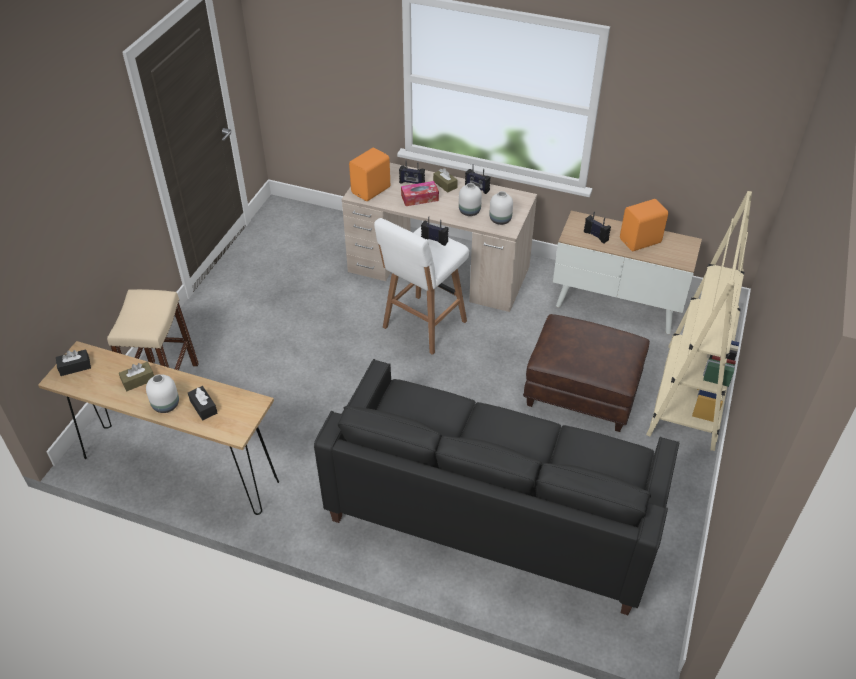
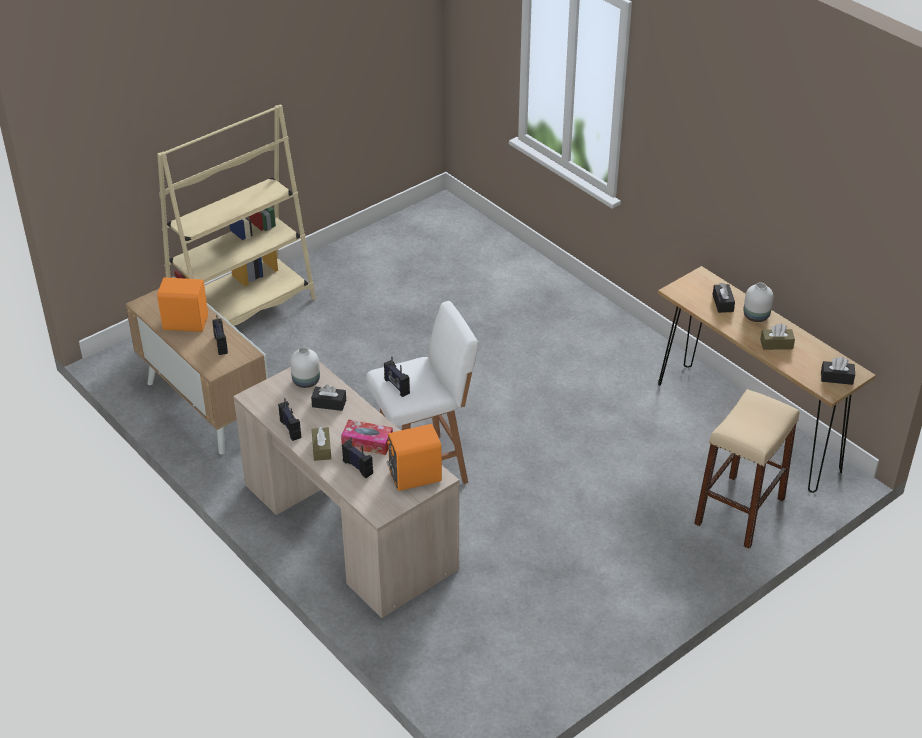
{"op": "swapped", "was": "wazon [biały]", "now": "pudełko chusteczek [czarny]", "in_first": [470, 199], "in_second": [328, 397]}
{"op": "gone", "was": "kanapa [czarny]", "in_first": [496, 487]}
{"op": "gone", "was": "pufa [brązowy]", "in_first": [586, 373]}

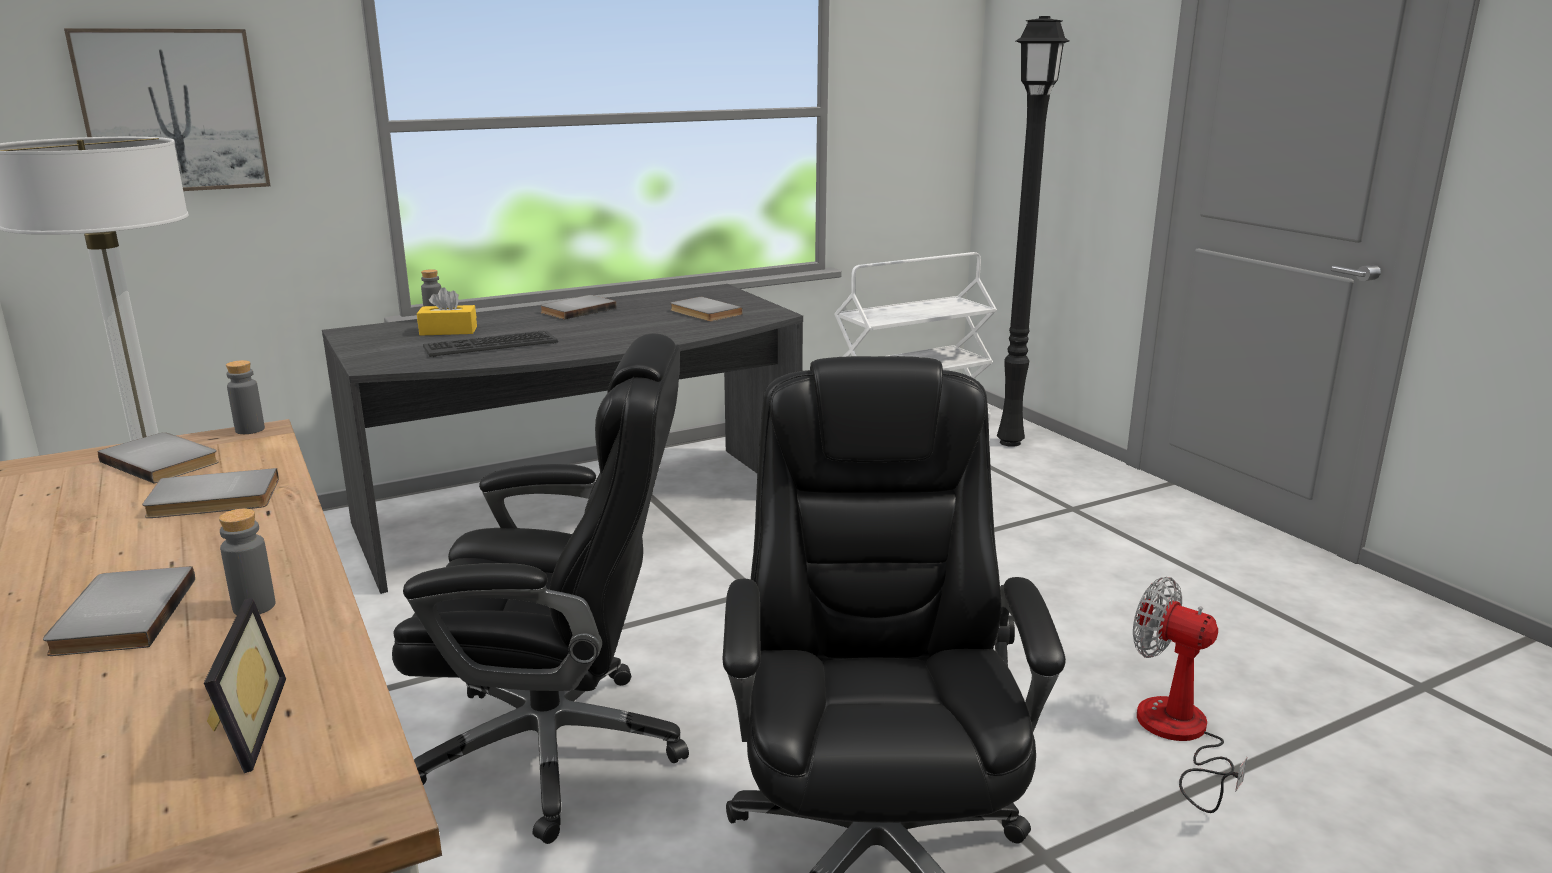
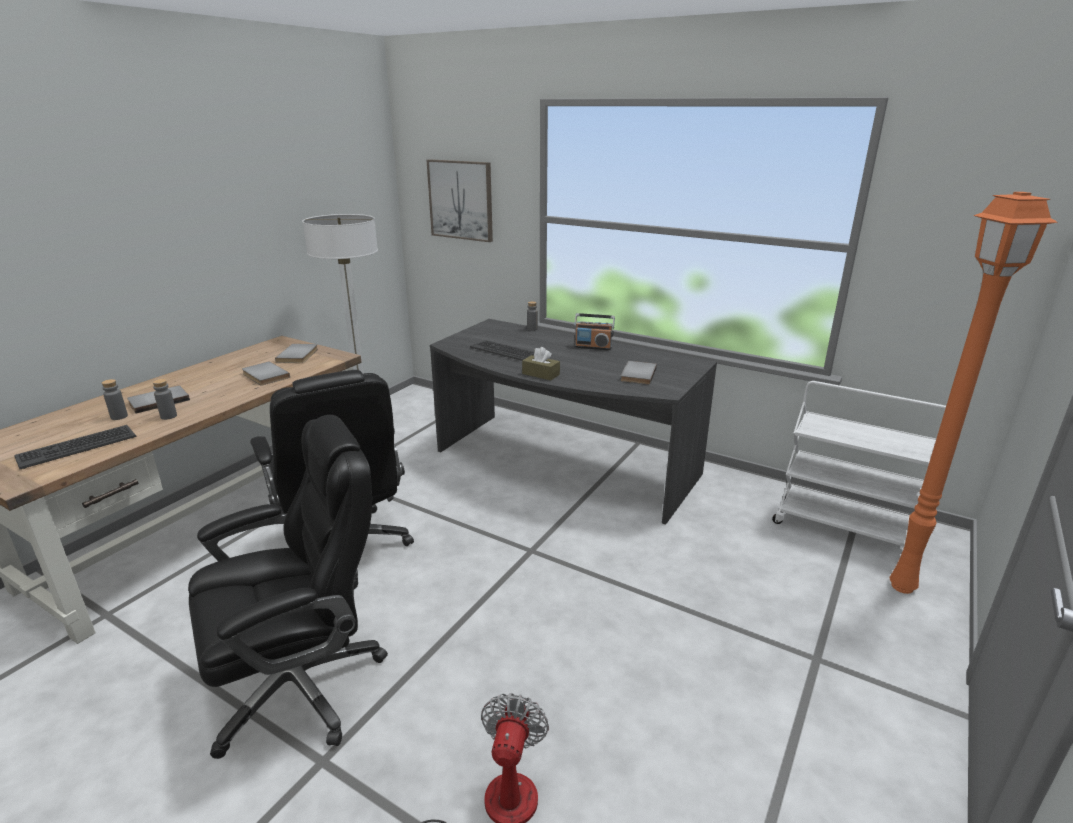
{"op": "swapped", "was": "ramka na zdjęcie", "now": "klawiatura", "in_first": [245, 685], "in_second": [75, 447]}
{"op": "shifted", "was": "butelka [szary]", "in_first": [245, 397], "in_second": [115, 399]}
{"op": "new", "now": "pudełko chusteczek [brązowy]", "in_second": [541, 363]}
{"op": "swapped", "was": "książka [szary]", "now": "radio", "in_first": [578, 307], "in_second": [594, 331]}
{"op": "repainted", "was": "lampa stojąca [czarny]", "now": "lampa stojąca [pomarańczowy]", "in_first": [1033, 231], "in_second": [973, 393]}
{"op": "gone", "was": "pudełko chusteczek [żółty]", "in_first": [447, 311]}

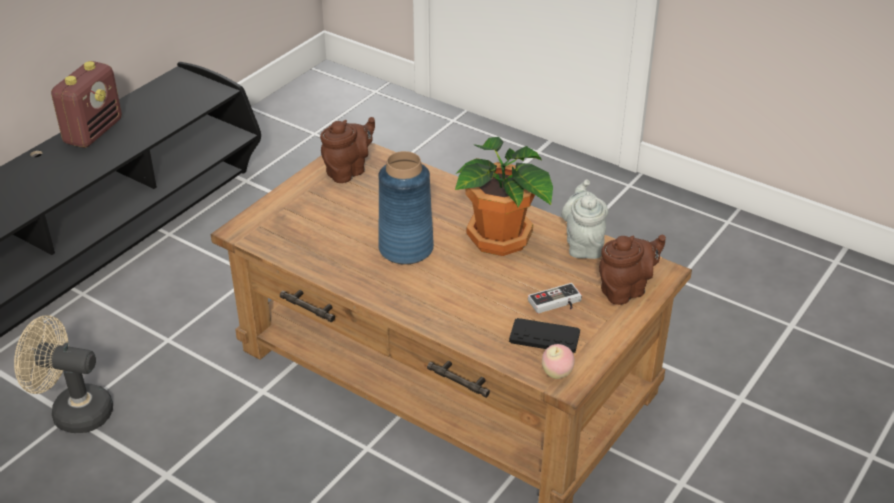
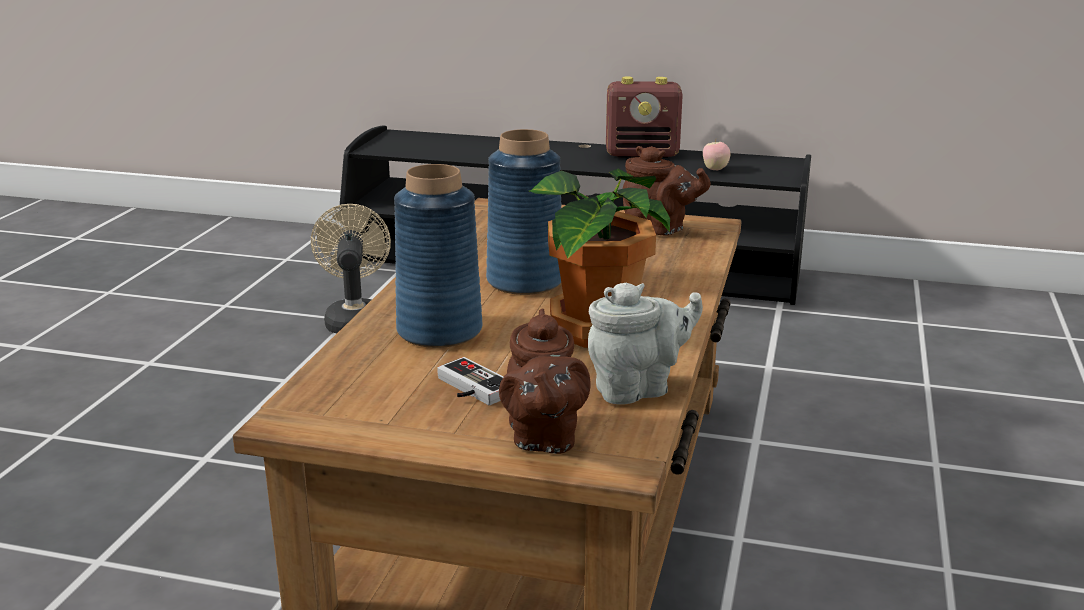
{"op": "new", "now": "wazon [niebieski]", "in_second": [438, 256]}
{"op": "rotated", "was": "imbryk [brązowy]", "in_first": [632, 270], "in_second": [545, 381], "clockwise": 45}
{"op": "shifted", "was": "jabłko", "in_first": [558, 361], "in_second": [717, 155]}
{"op": "gone", "was": "pad do gier [czarny]", "in_first": [544, 335]}

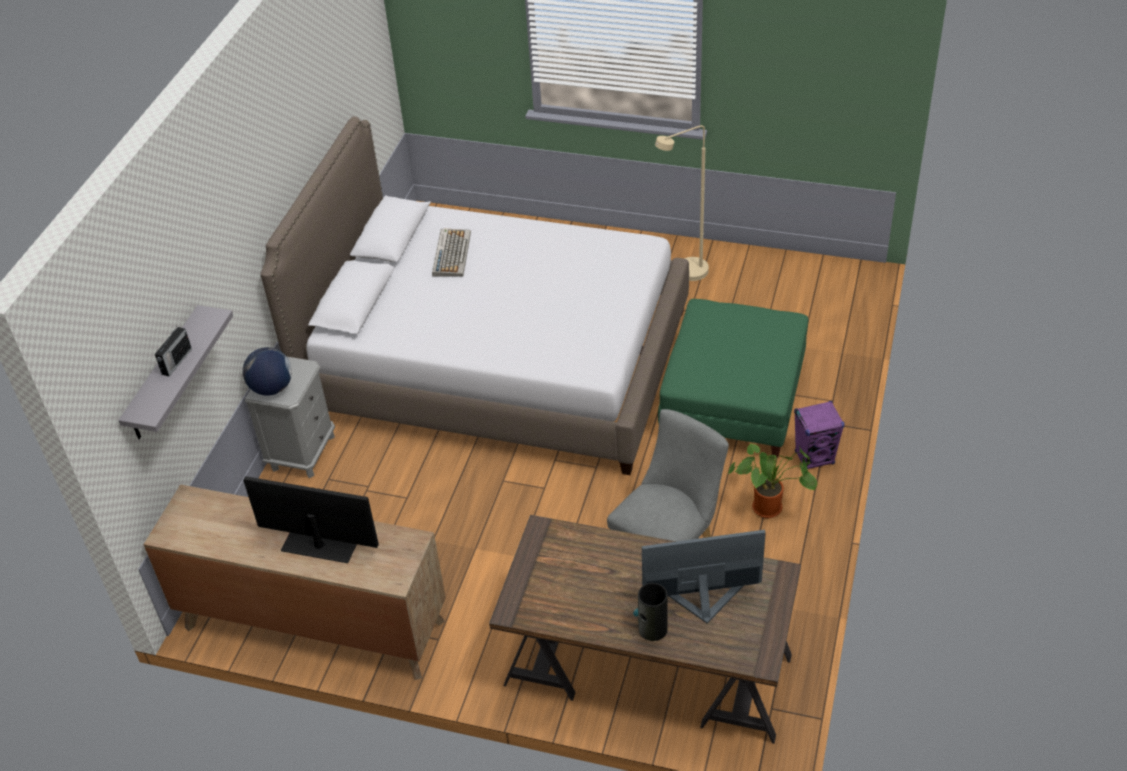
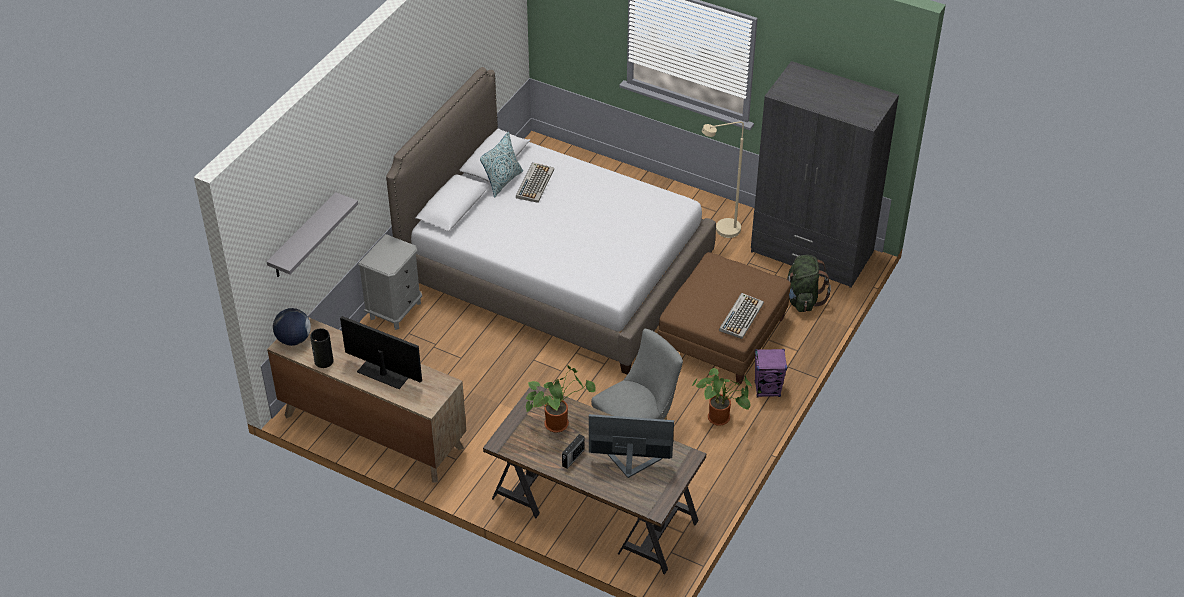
{"op": "shifted", "was": "globus", "in_first": [267, 371], "in_second": [292, 327]}
{"op": "shifted", "was": "wazon", "in_first": [650, 612], "in_second": [322, 348]}
{"op": "new", "now": "poduszka", "in_second": [501, 165]}
{"op": "new", "now": "roślina doniczkowa", "in_second": [560, 399]}
{"op": "shifted", "was": "radio", "in_first": [173, 352], "in_second": [573, 451]}
{"op": "repainted", "was": "pufa [zielony]", "now": "pufa [brązowy]", "in_first": [733, 378], "in_second": [724, 318]}
{"op": "new", "now": "klawiatura", "in_second": [741, 316]}
{"op": "new", "now": "szafa [szary]", "in_second": [825, 174]}
{"op": "new", "now": "plecak [zielony]", "in_second": [809, 283]}

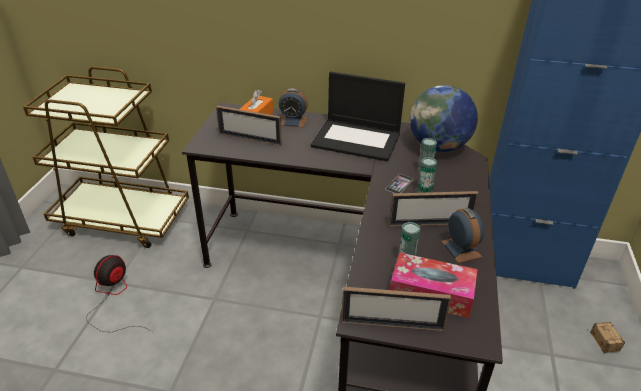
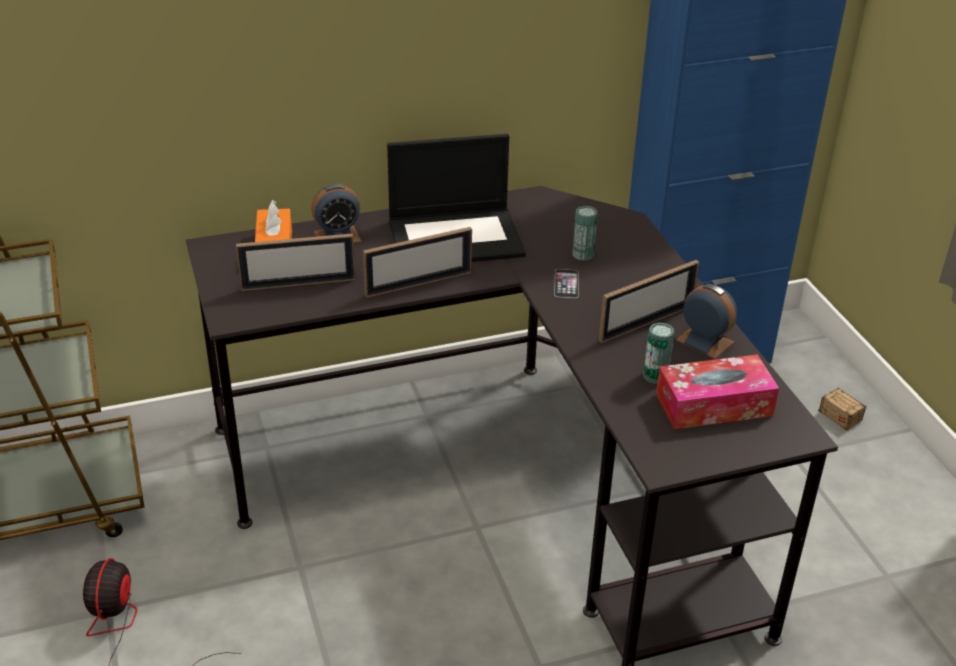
{"op": "shifted", "was": "ramka na zdjęcie", "in_first": [396, 309], "in_second": [417, 262]}
{"op": "gone", "was": "globus", "in_first": [444, 118]}
{"op": "gone", "was": "puszka", "in_first": [427, 175]}

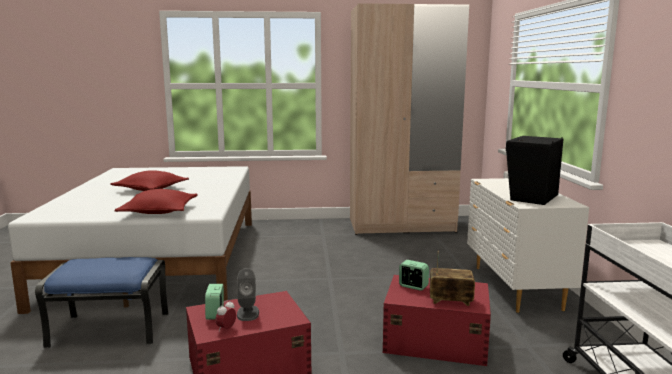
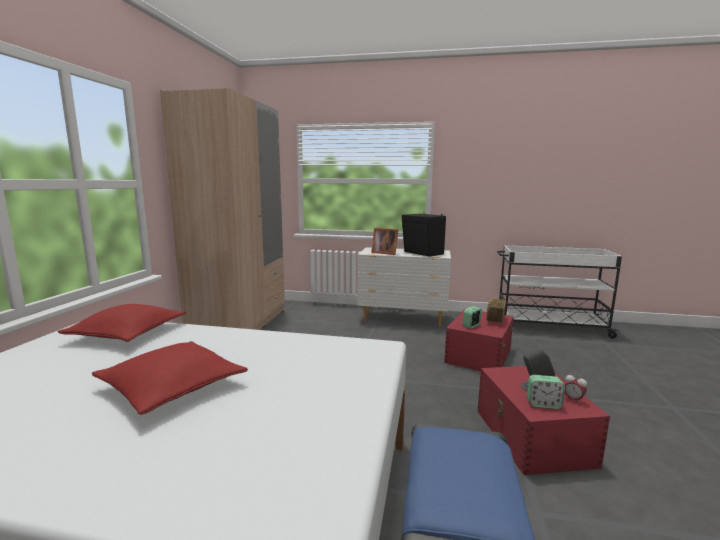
{"op": "shifted", "was": "poduszka [czerwony]", "in_first": [156, 201], "in_second": [122, 323]}
{"op": "new", "now": "ramka na zdjęcie", "in_second": [384, 241]}

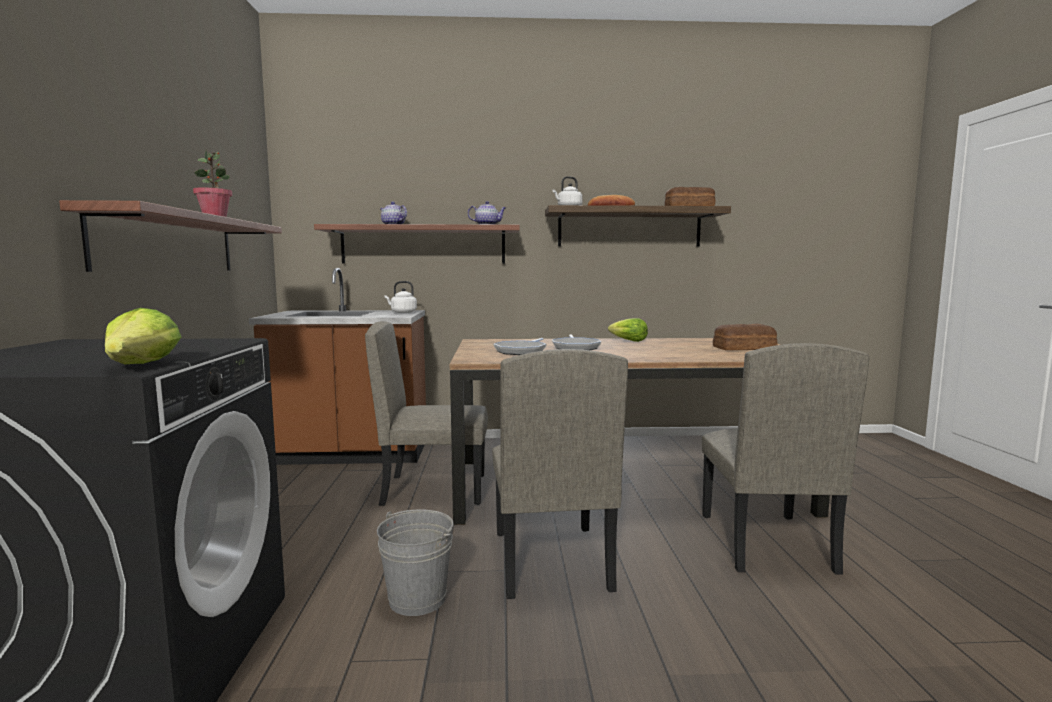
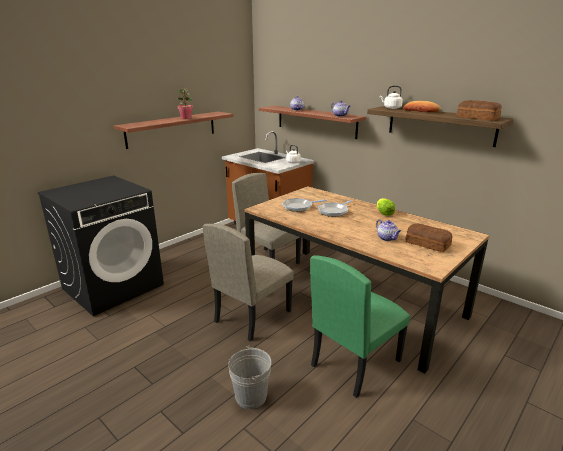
{"op": "shifted", "was": "wiadro [szary]", "in_first": [415, 562], "in_second": [250, 377]}
{"op": "repainted", "was": "krzesło [beżowy]", "now": "krzesło [zielony]", "in_first": [786, 459], "in_second": [360, 326]}
{"op": "new", "now": "imbryk", "in_second": [388, 230]}
{"op": "gone", "was": "sałata", "in_first": [143, 336]}

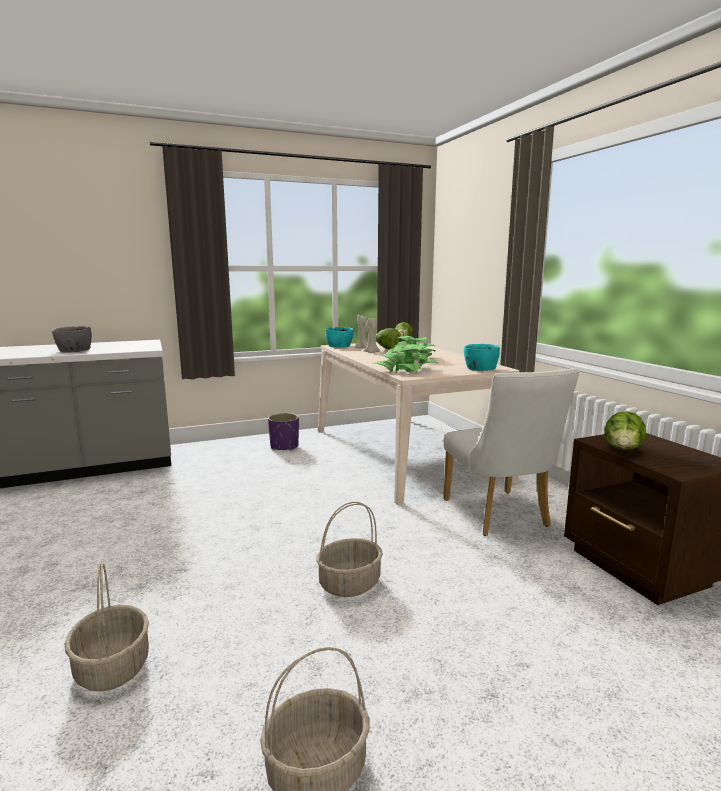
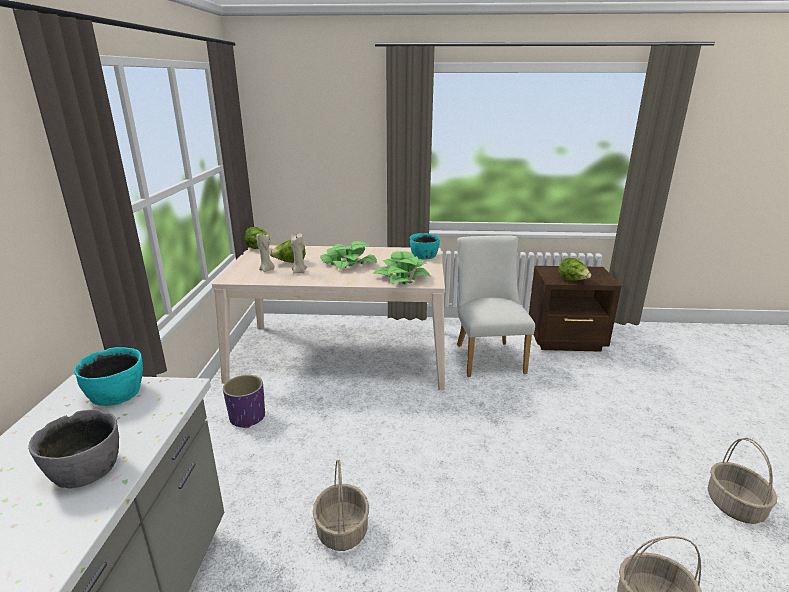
{"op": "shifted", "was": "miska [turkusowy]", "in_first": [339, 337], "in_second": [108, 376]}
{"op": "shifted", "was": "koszyk", "in_first": [349, 549], "in_second": [341, 505]}
{"op": "rotated", "was": "krzesło [biały]", "in_first": [511, 452], "in_second": [496, 306], "clockwise": -105}

